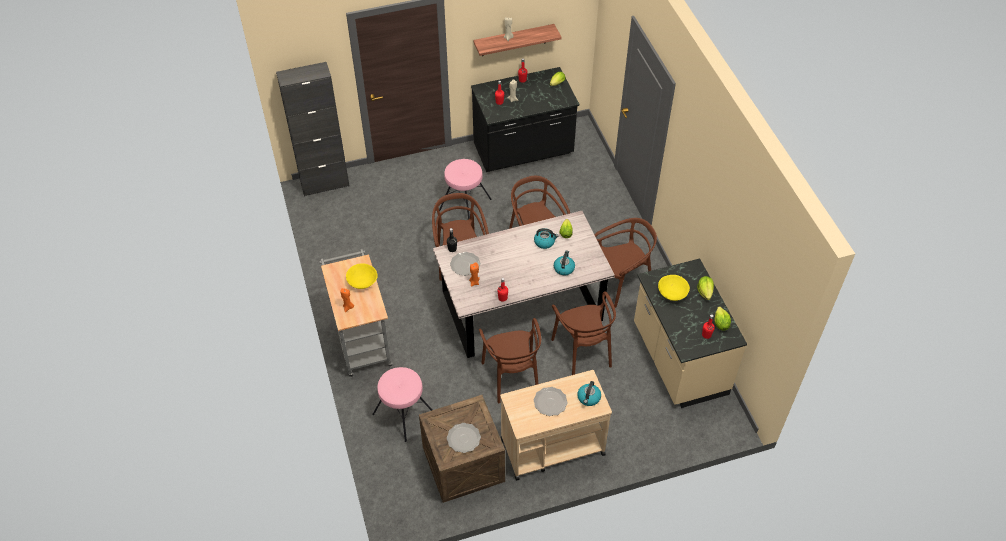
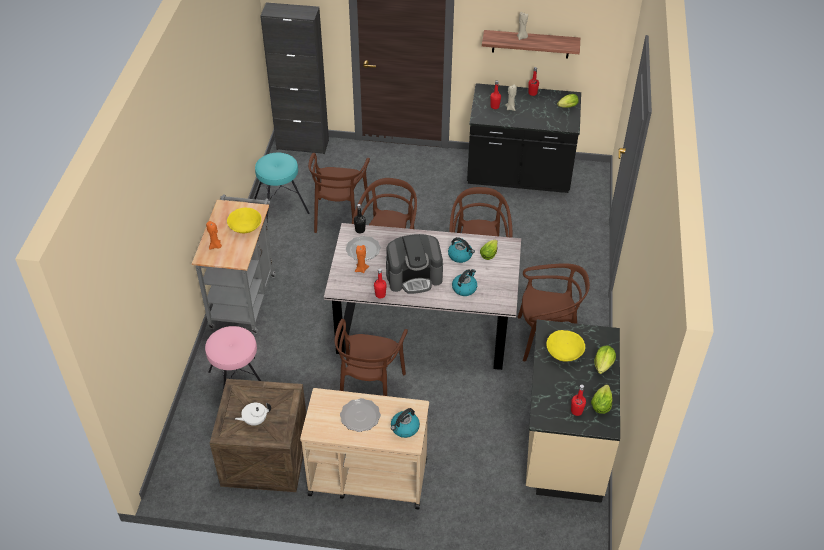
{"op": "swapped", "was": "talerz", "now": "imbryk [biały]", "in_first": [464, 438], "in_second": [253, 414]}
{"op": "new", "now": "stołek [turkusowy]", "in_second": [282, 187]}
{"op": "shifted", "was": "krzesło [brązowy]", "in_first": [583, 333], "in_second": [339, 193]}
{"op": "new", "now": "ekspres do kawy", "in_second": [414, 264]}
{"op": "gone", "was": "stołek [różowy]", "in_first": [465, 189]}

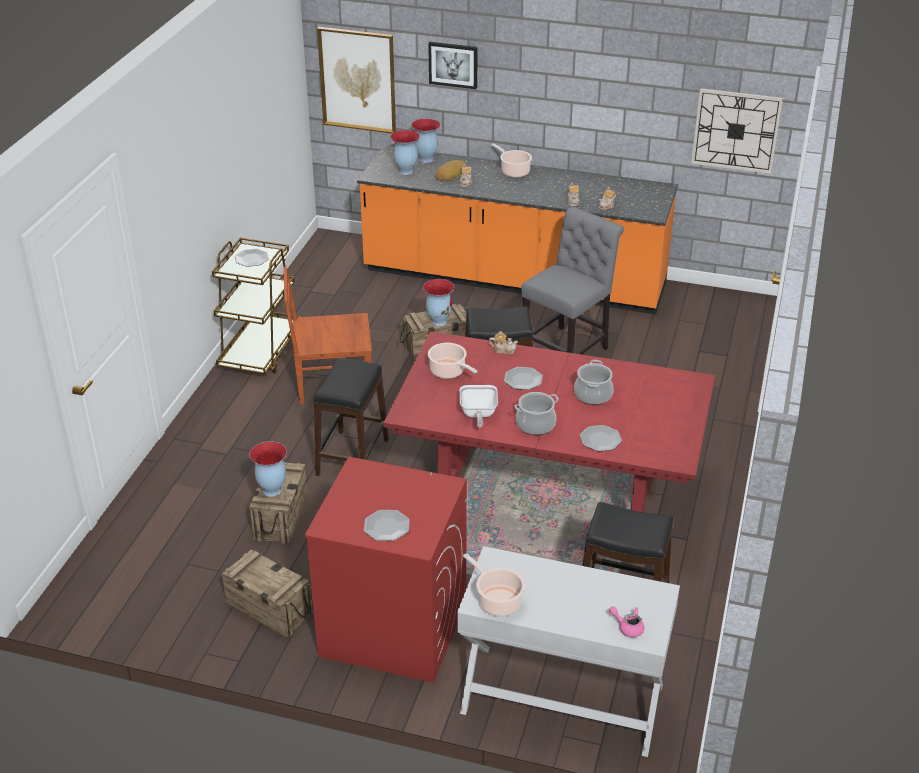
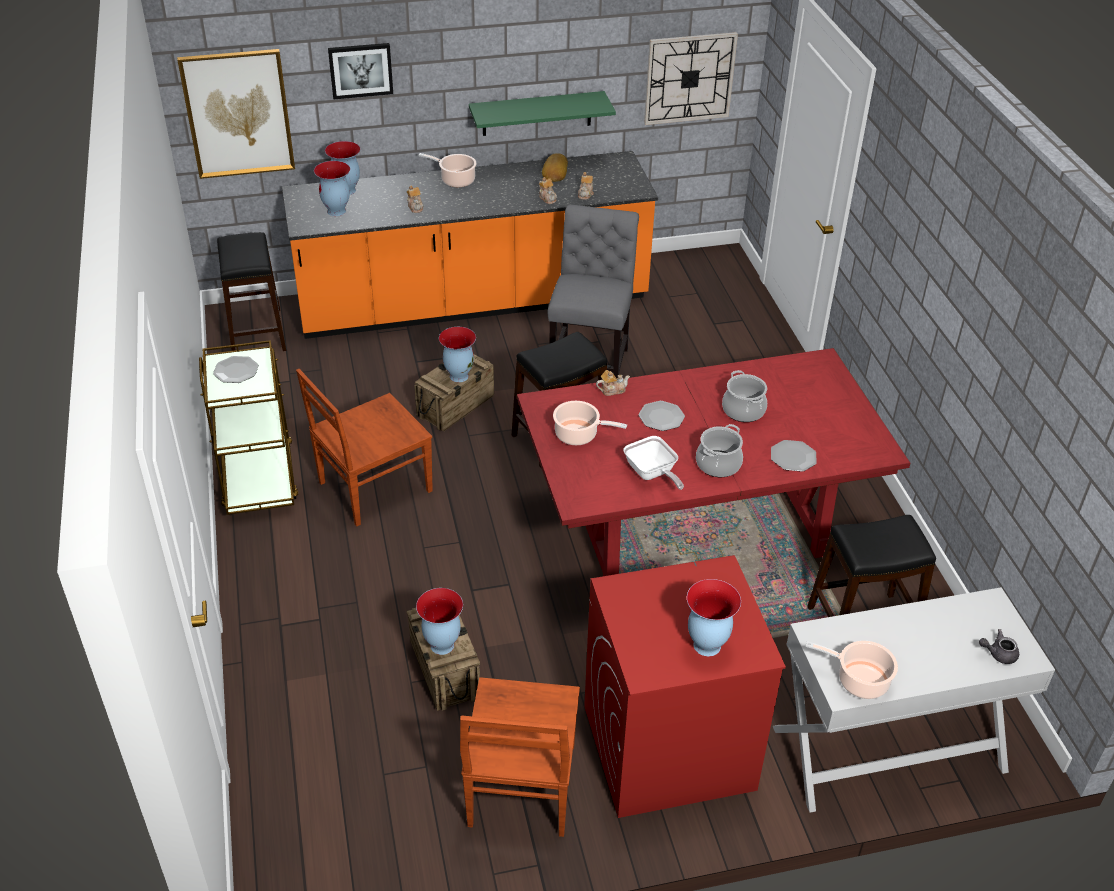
{"op": "shifted", "was": "stołek [czarny]", "in_first": [351, 417], "in_second": [251, 291]}
{"op": "swapped", "was": "skrzynka", "now": "krzesło [brązowy]", "in_first": [267, 593], "in_second": [520, 757]}
{"op": "new", "now": "półka [zielony]", "in_second": [542, 113]}
{"op": "shifted", "was": "chleb", "in_first": [451, 171], "in_second": [555, 167]}
{"op": "swapped", "was": "talerz", "now": "wazon", "in_first": [387, 525], "in_second": [714, 617]}
{"op": "repainted", "was": "imbryk [różowy]", "now": "imbryk [szary]", "in_first": [626, 621], "in_second": [999, 646]}

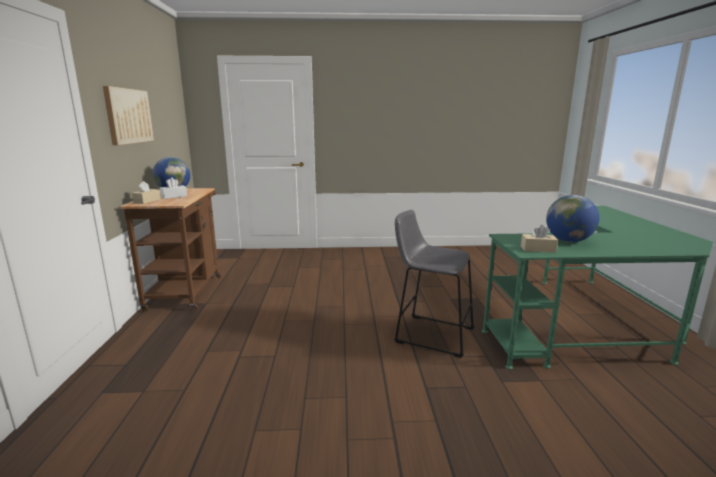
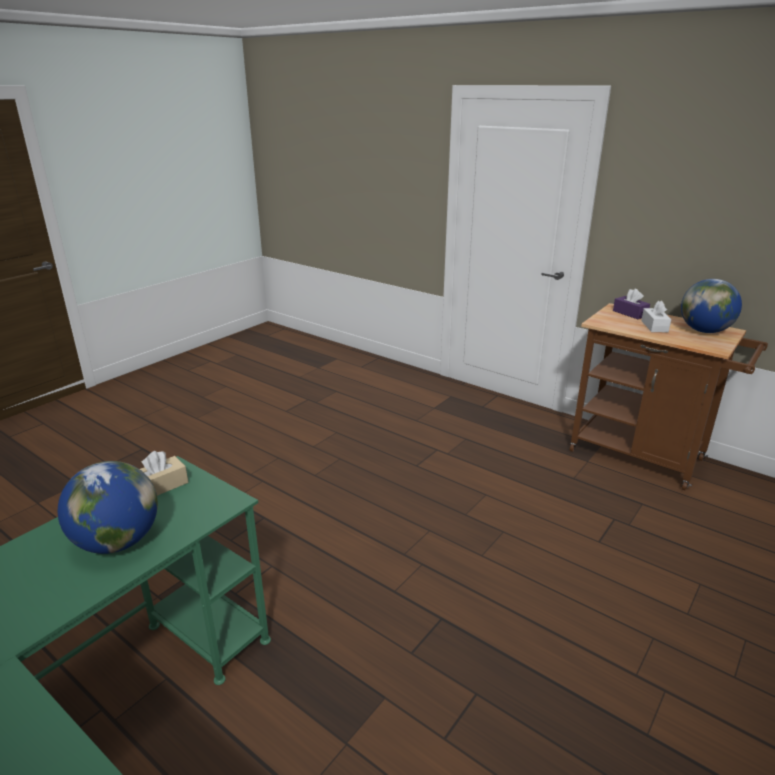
{"op": "repainted", "was": "pudełko chusteczek [beżowy]", "now": "pudełko chusteczek [fioletowy]", "in_first": [146, 192], "in_second": [631, 303]}
{"op": "gone", "was": "obraz", "in_first": [128, 115]}
{"op": "gone", "was": "stołek [szary]", "in_first": [434, 284]}

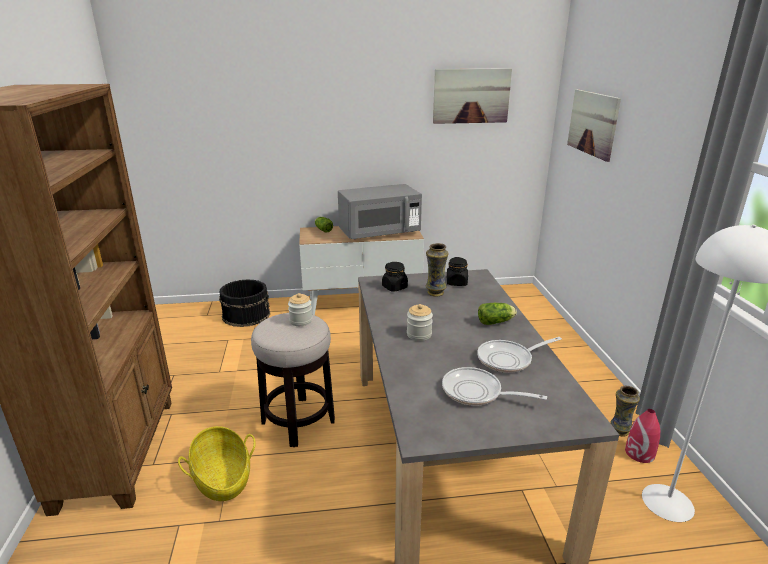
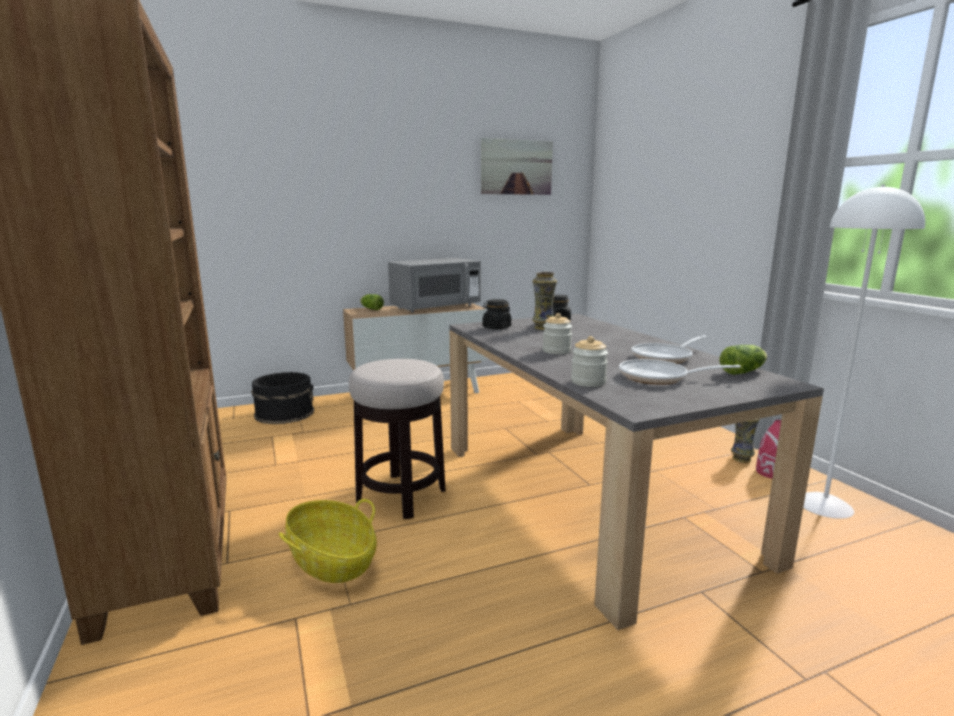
{"op": "shifted", "was": "słoik", "in_first": [300, 309], "in_second": [589, 361]}
{"op": "shifted", "was": "sałata", "in_first": [497, 314], "in_second": [743, 360]}
{"op": "gone", "was": "obraz", "in_first": [594, 125]}

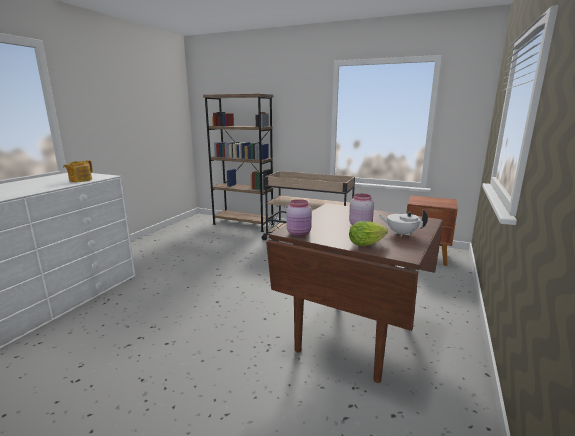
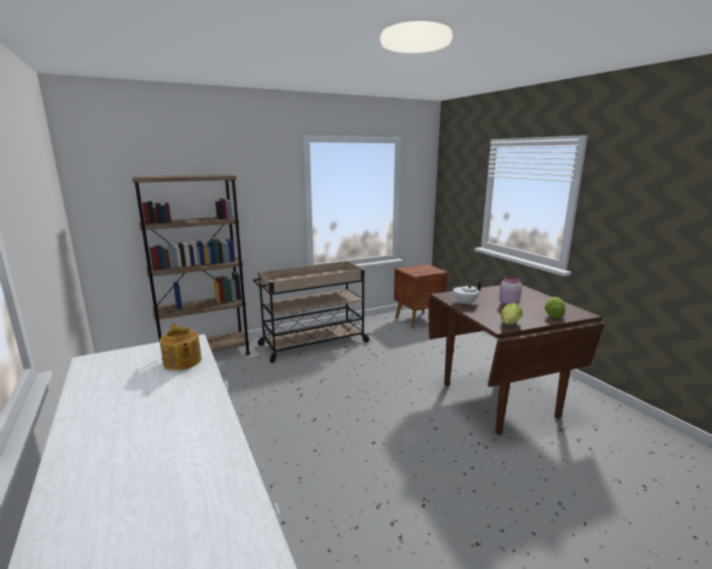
{"op": "shifted", "was": "imbryk [biały]", "in_first": [403, 222], "in_second": [465, 292]}
{"op": "swapped", "was": "słoik [różowy]", "now": "sałata", "in_first": [299, 217], "in_second": [512, 314]}

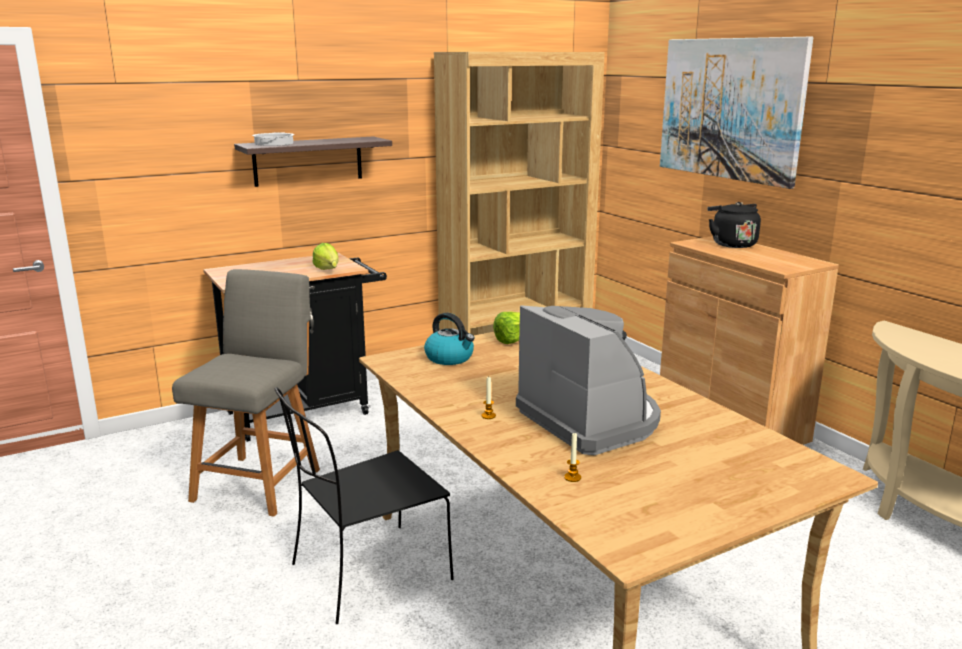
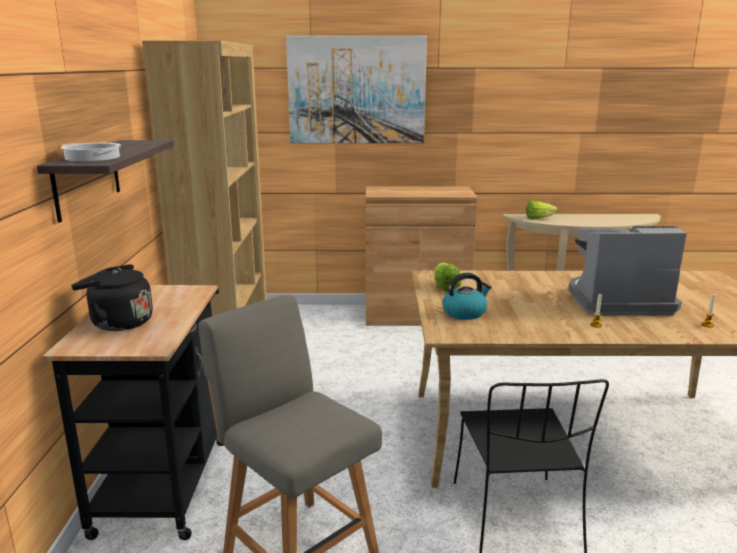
{"op": "shifted", "was": "czajnik [czarny]", "in_first": [734, 225], "in_second": [112, 297]}
{"op": "shifted", "was": "sałata", "in_first": [325, 256], "in_second": [542, 209]}

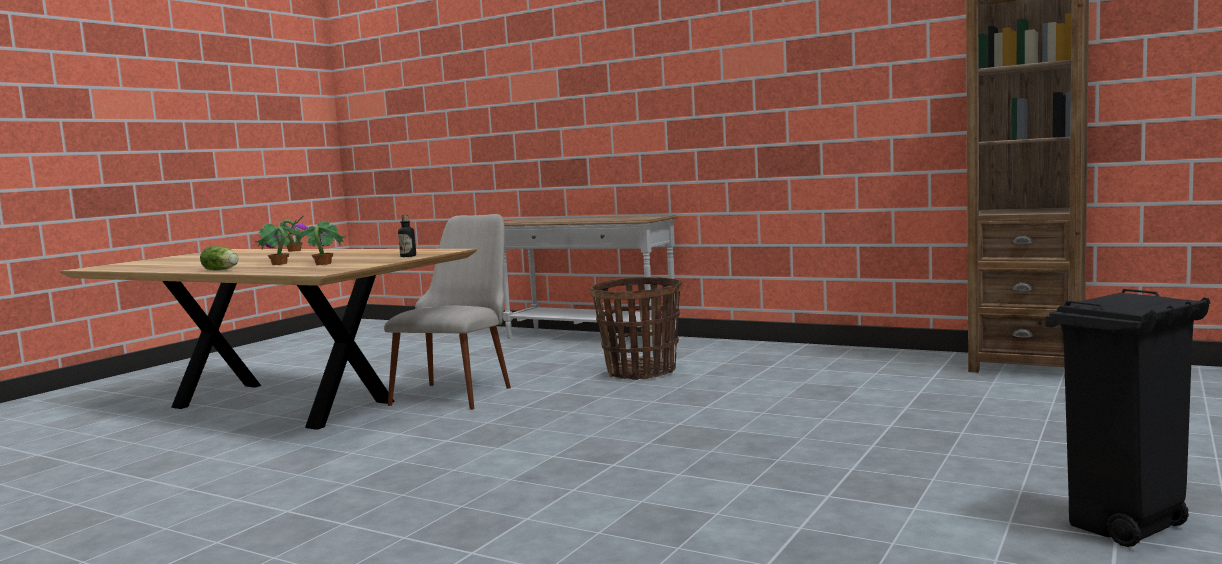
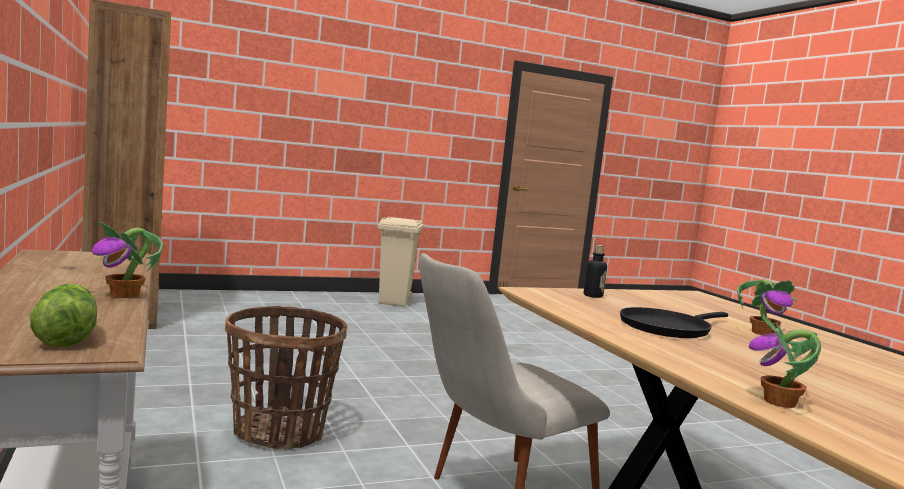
{"op": "shifted", "was": "sałata", "in_first": [219, 258], "in_second": [63, 315]}
{"op": "shifted", "was": "roślina doniczkowa", "in_first": [321, 242], "in_second": [127, 260]}
{"op": "repainted", "was": "kosz na śmieci [czarny]", "now": "kosz na śmieci [beżowy]", "in_first": [1127, 418], "in_second": [400, 261]}
{"op": "new", "now": "patelnia [czarny]", "in_second": [674, 322]}

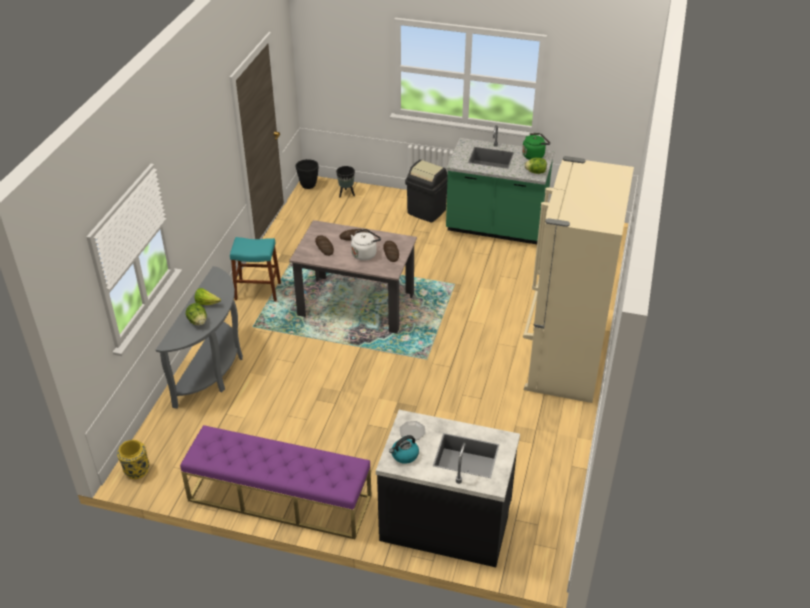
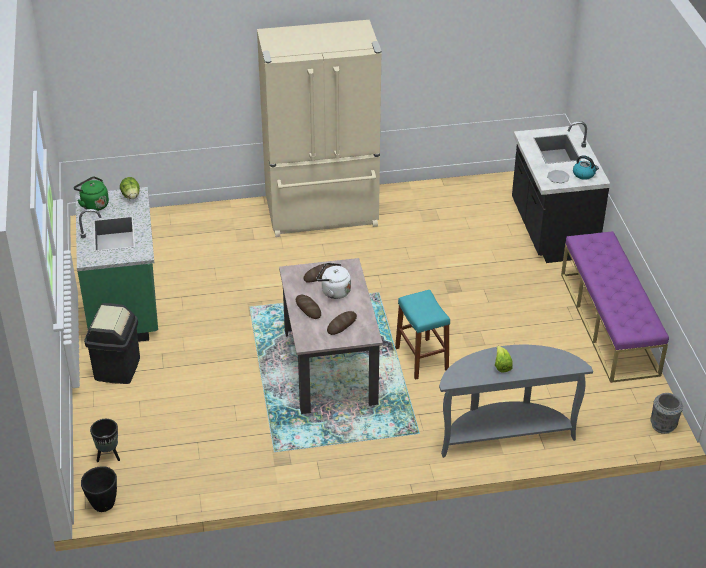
{"op": "shifted", "was": "stołek [turkusowy]", "in_first": [255, 269], "in_second": [422, 335]}
{"op": "repainted", "was": "wazon [żółty]", "now": "wazon [szary]", "in_first": [133, 459], "in_second": [666, 413]}
{"op": "gone", "was": "sałata", "in_first": [196, 314]}

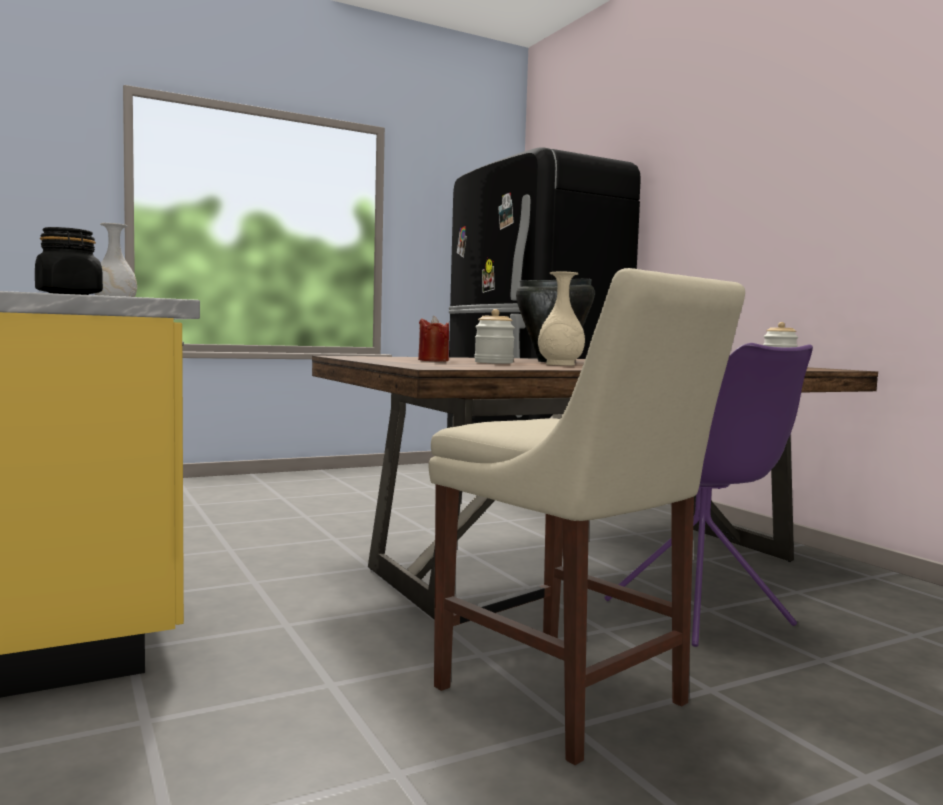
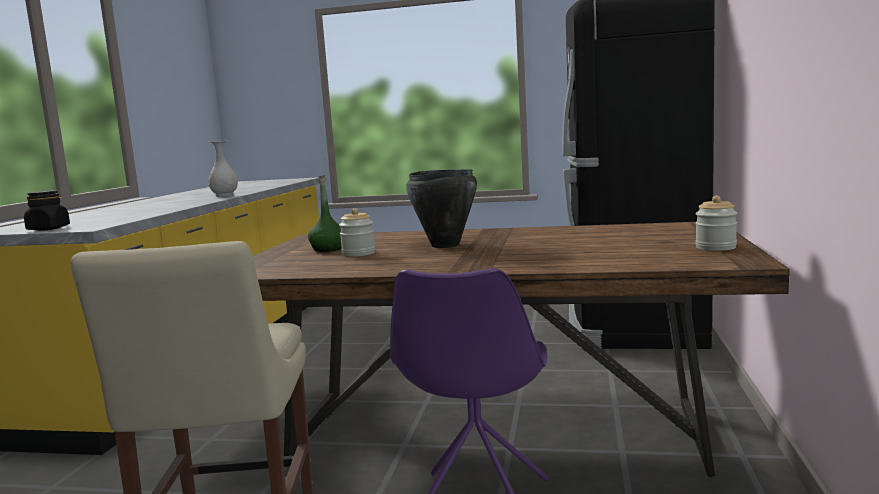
{"op": "swapped", "was": "świeca [czerwony]", "now": "butelka [zielony]", "in_first": [433, 338], "in_second": [324, 213]}
{"op": "gone", "was": "wazon [beżowy]", "in_first": [561, 319]}

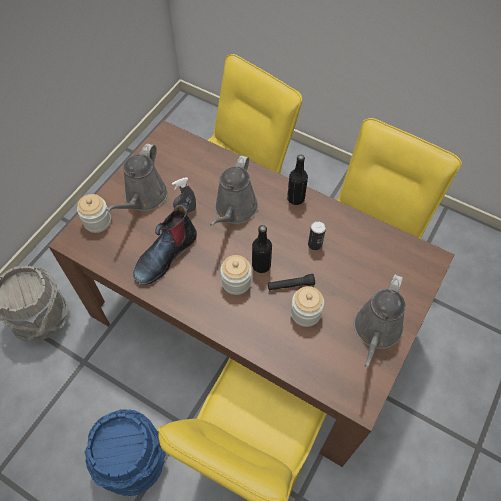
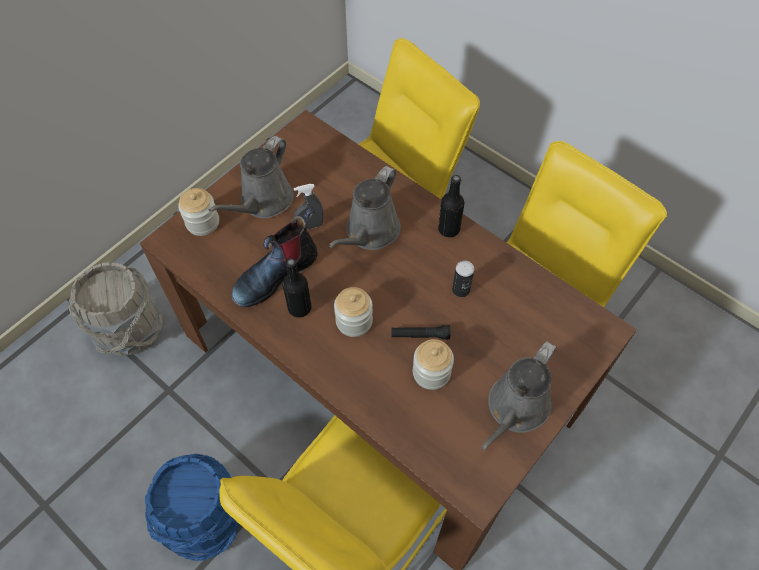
{"op": "shifted", "was": "butelka [czarny]", "in_first": [262, 249], "in_second": [297, 287]}

